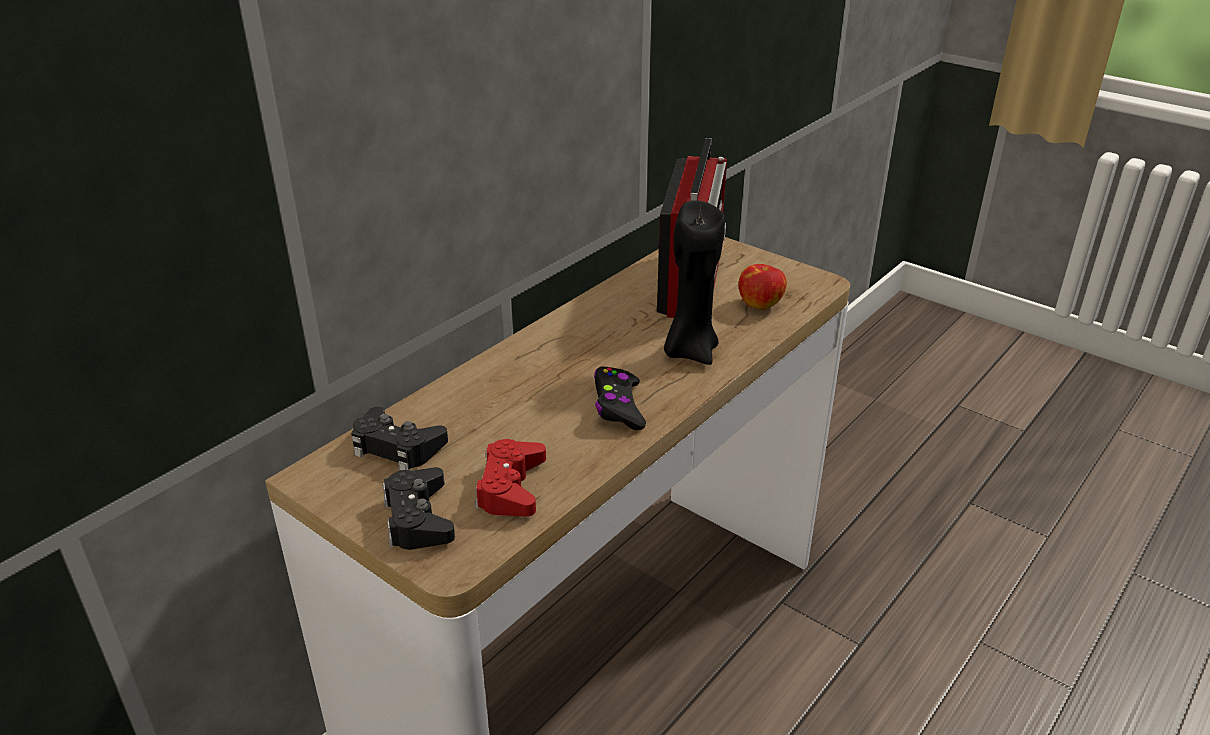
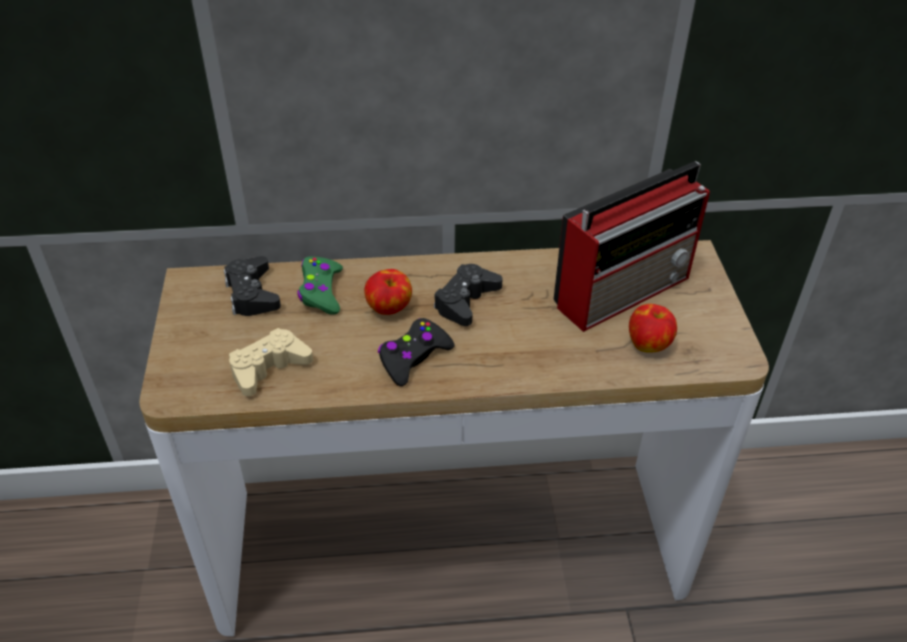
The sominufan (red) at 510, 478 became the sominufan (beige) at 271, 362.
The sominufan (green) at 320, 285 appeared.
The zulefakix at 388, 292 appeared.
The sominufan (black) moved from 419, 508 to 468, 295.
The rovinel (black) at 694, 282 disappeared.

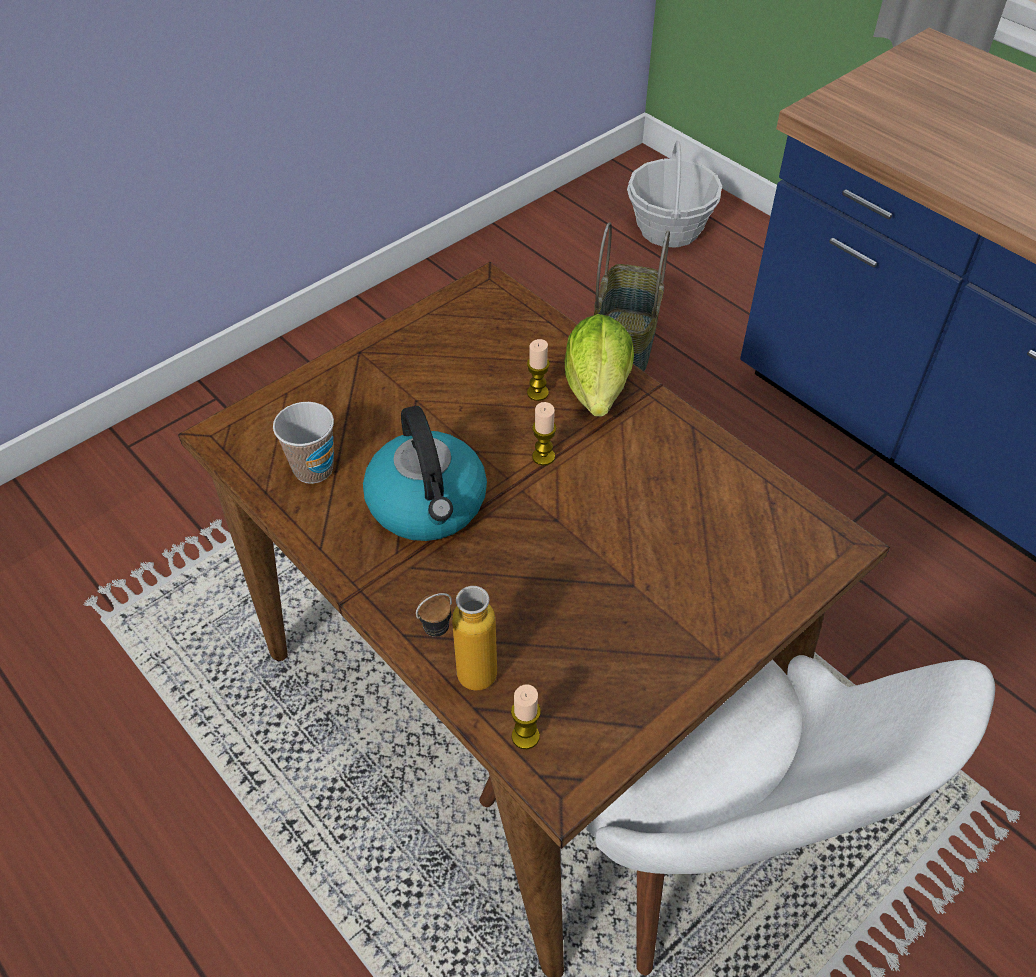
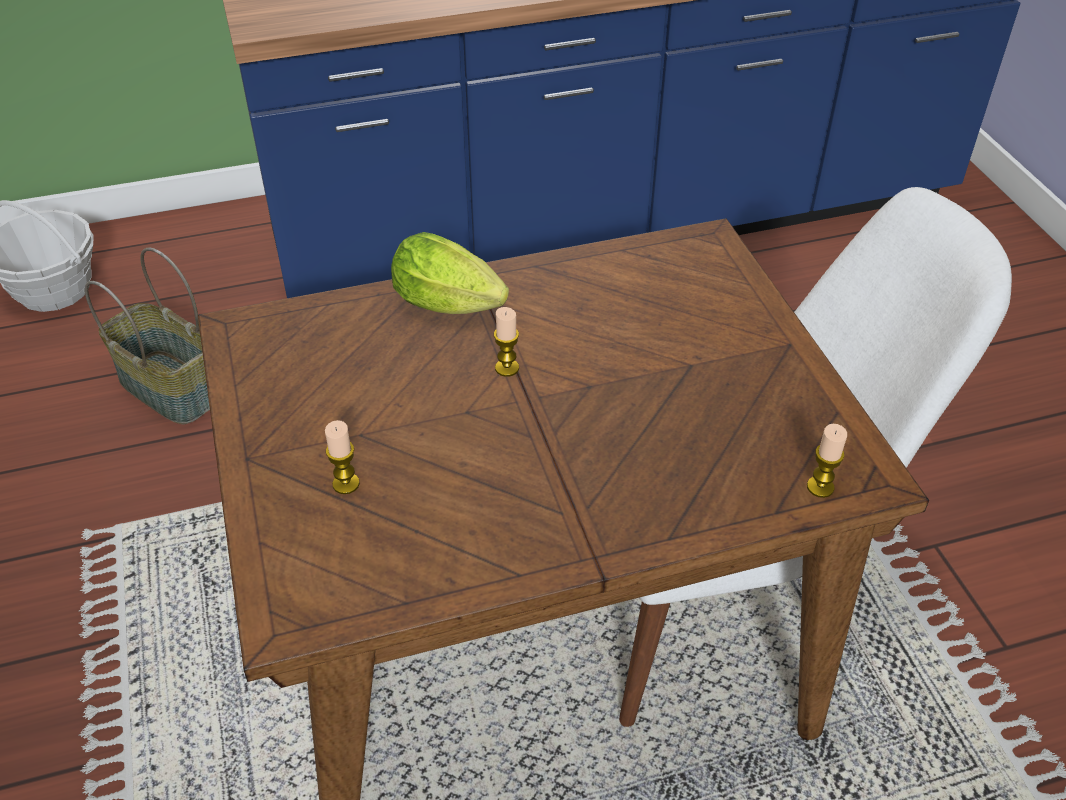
The rovinel moved from 538, 370 to 342, 457.
The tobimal at 303, 443 disappeared.
The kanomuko at 425, 473 disappeared.
The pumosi at 456, 638 disappeared.

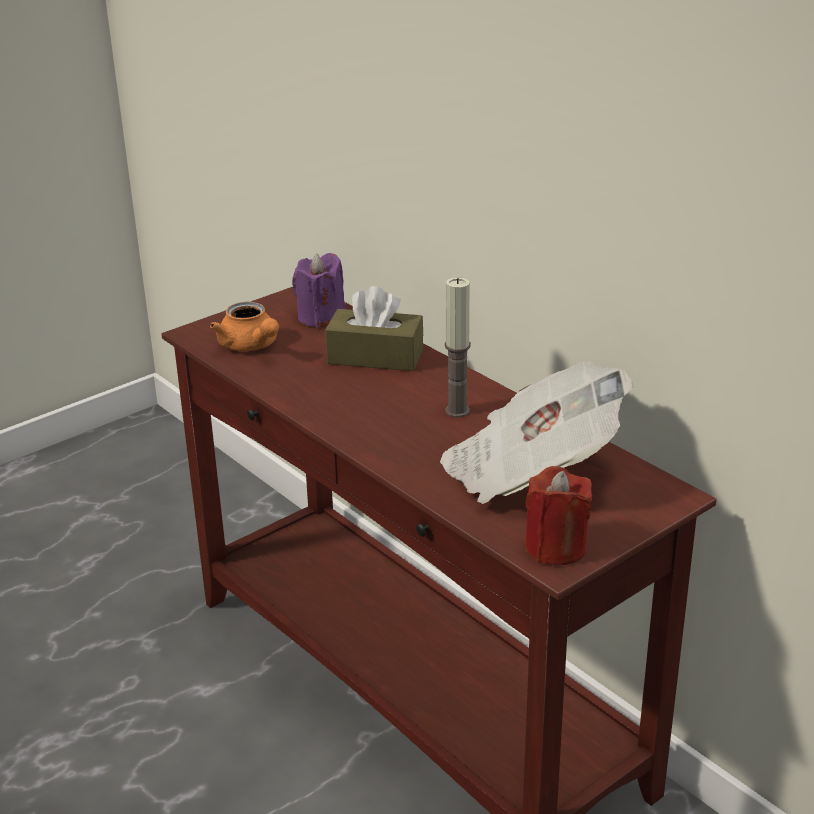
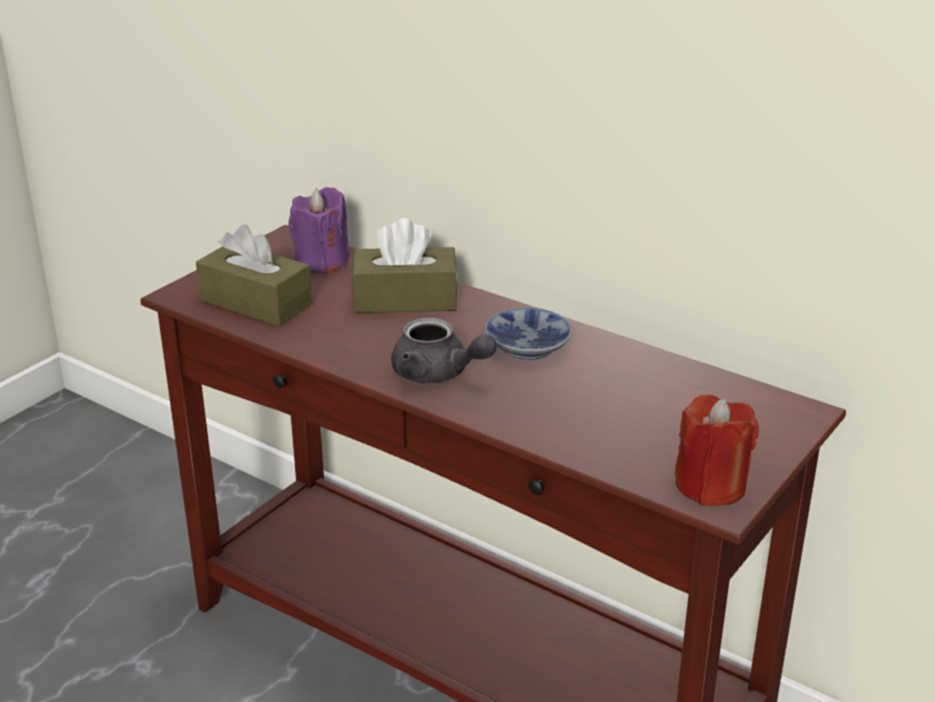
The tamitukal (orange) at 244, 326 was replaced by the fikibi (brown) at 254, 275.
The tamitukal (grey) at 444, 350 appeared.
The rovinel at 458, 347 was replaced by the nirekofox at 528, 333.
The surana at 536, 432 disappeared.

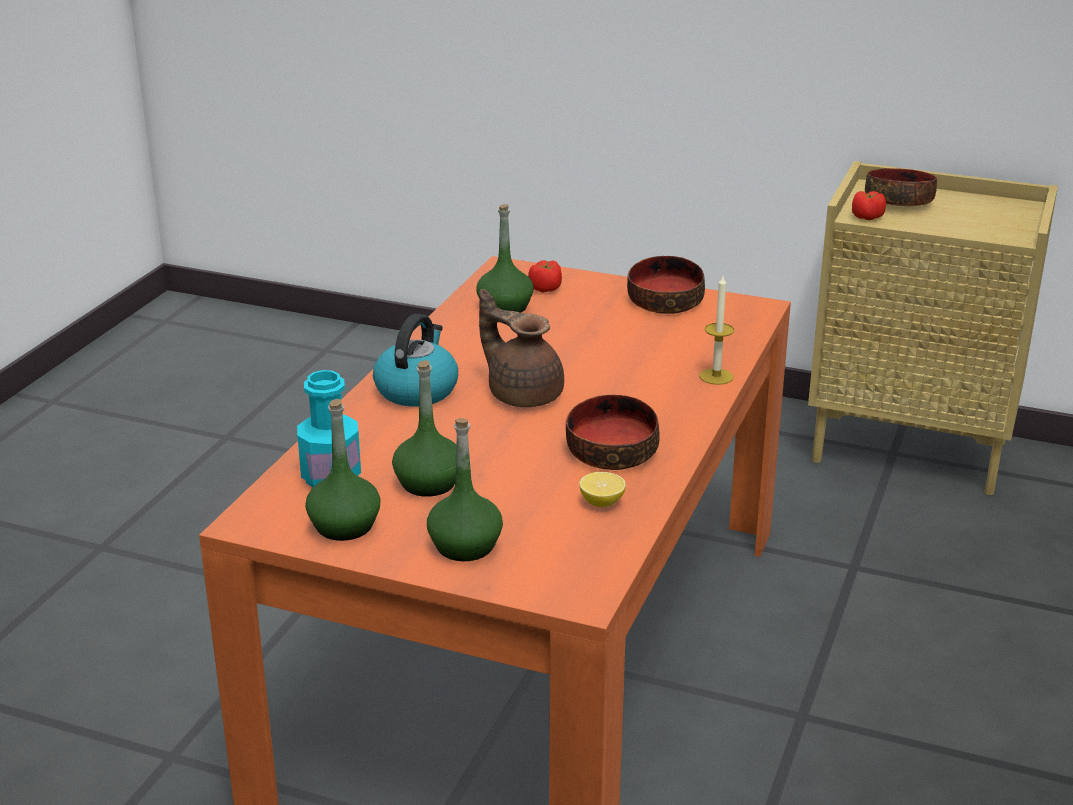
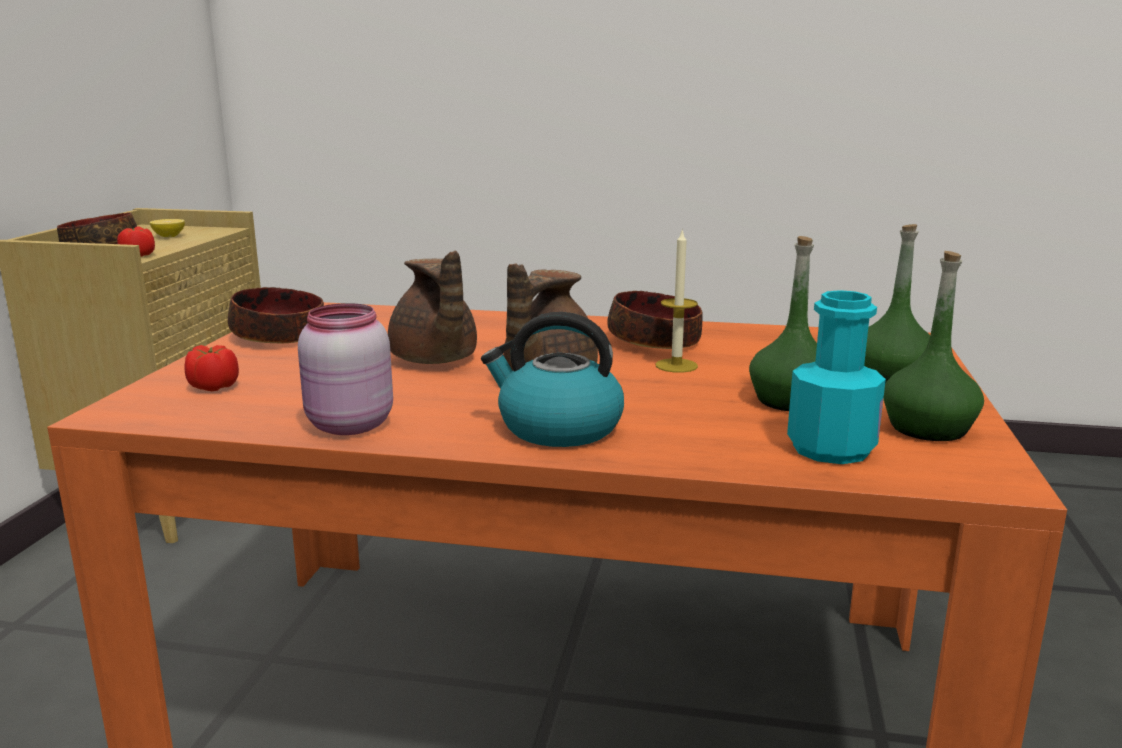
The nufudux moved from 602, 489 to 167, 228.
The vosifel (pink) at 345, 369 appeared.
The tamitukal (brown) at 432, 307 appeared.
The rovinel moved from 716, 330 to 676, 300.
The pumosi (green) at 504, 258 disappeared.

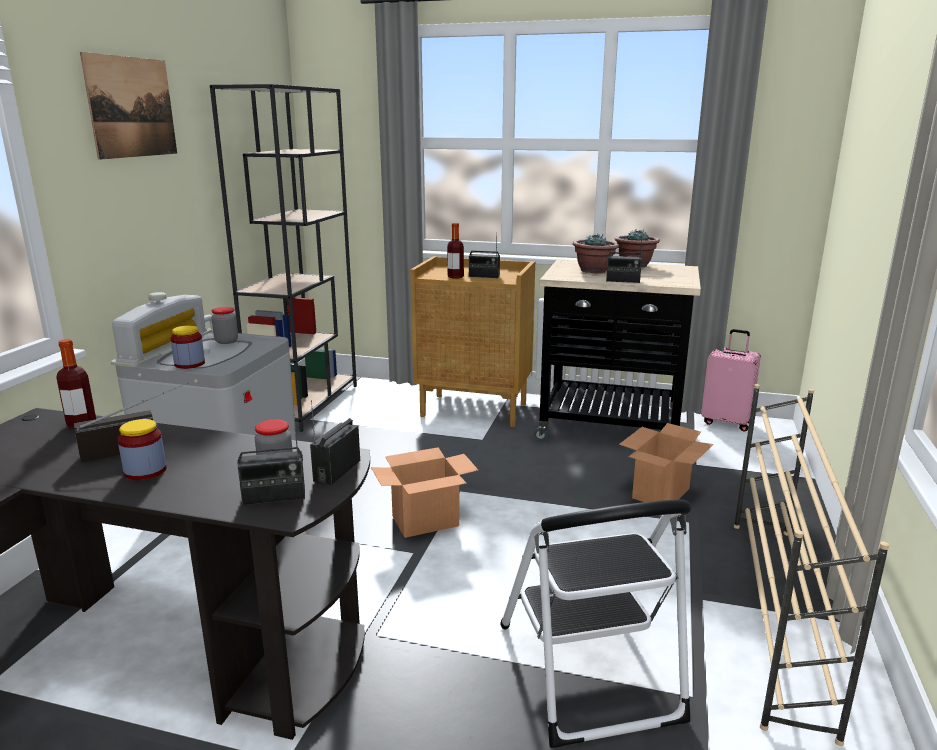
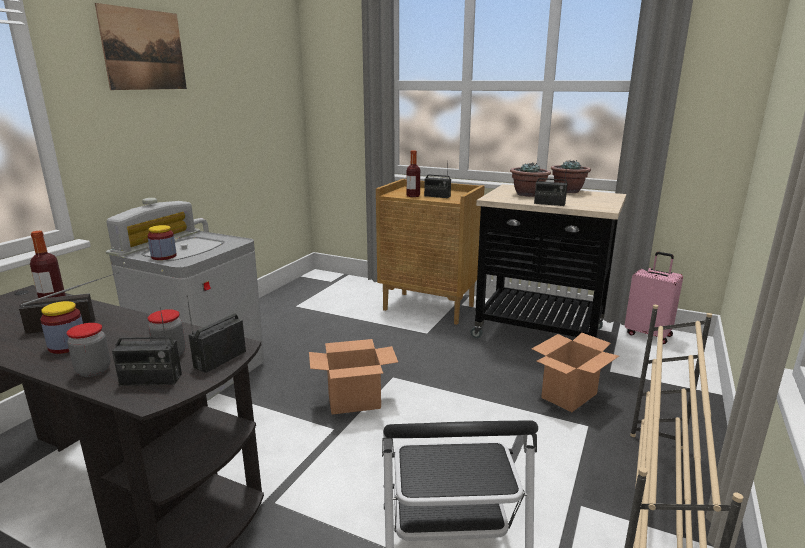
The vosifel moved from 225, 325 to 88, 350.
The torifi at 283, 258 disappeared.

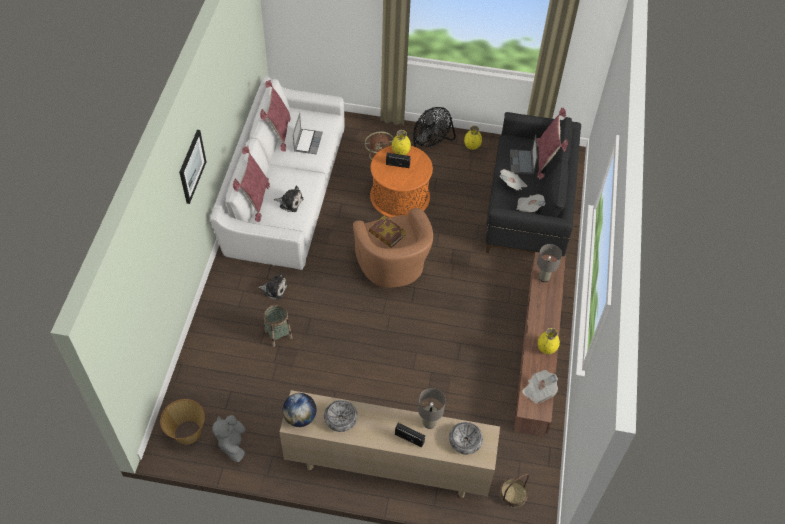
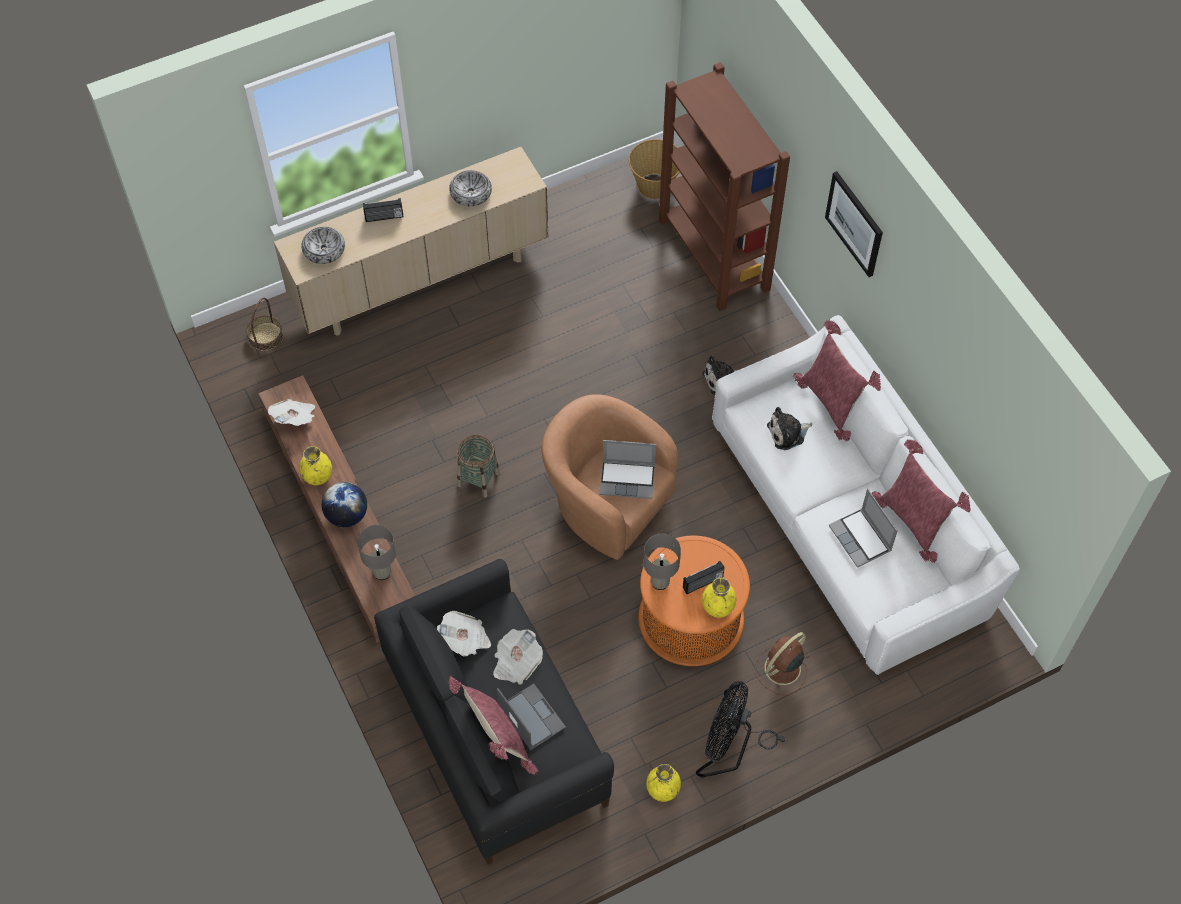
The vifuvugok moved from 299, 410 to 344, 504.
The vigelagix moved from 278, 326 to 478, 466.
The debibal at 387, 232 was replaced by the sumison at 628, 469.
The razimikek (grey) moved from 431, 408 to 662, 562.
The torifi (brown) at 724, 186 appeared.
The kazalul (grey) at 229, 438 disappeared.

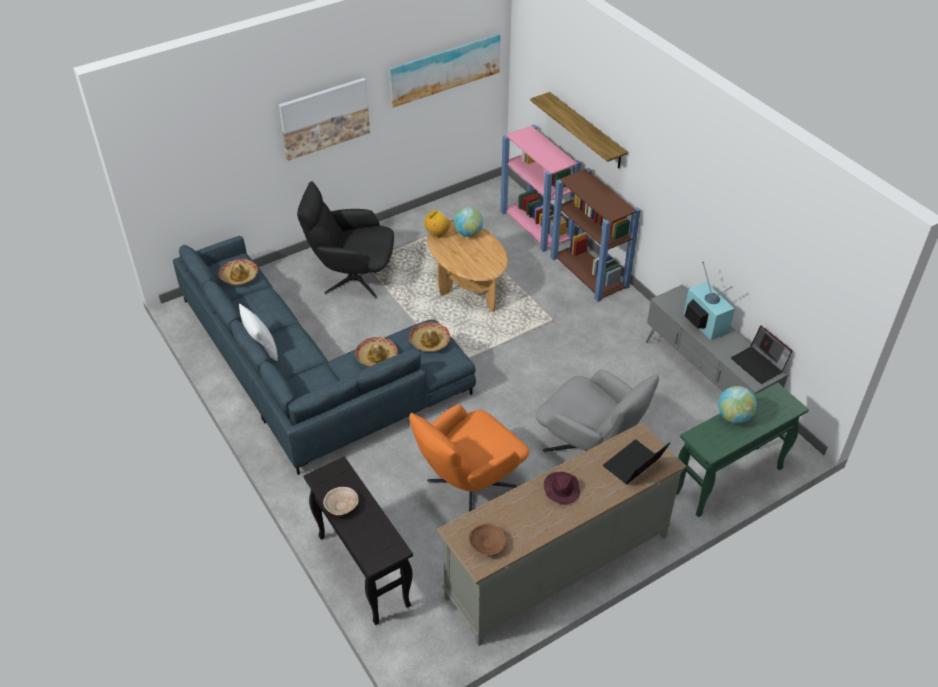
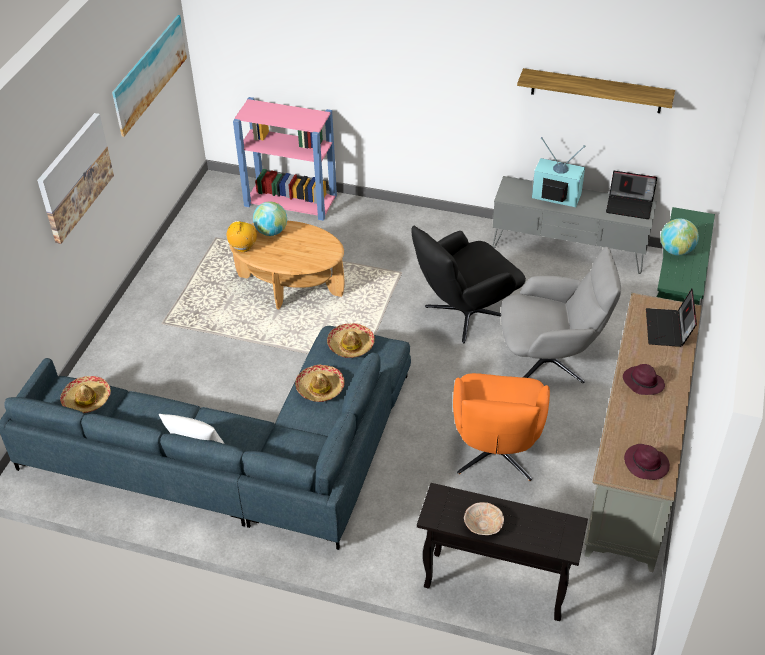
The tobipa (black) moved from 345, 239 to 468, 284.
The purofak moved from 579, 130 to 596, 90.
The nirekofox (brown) at 487, 539 was replaced by the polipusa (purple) at 647, 462.
The torifi (brown) at 595, 235 disappeared.

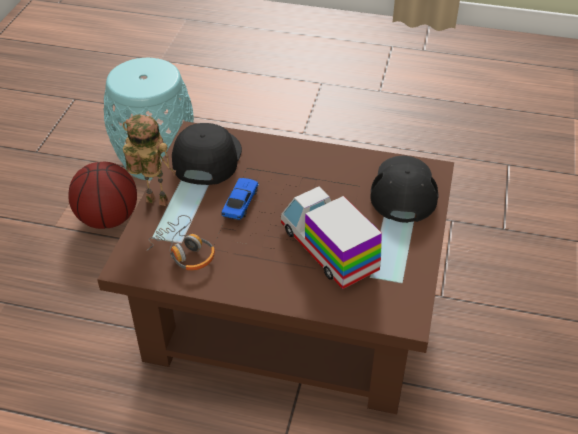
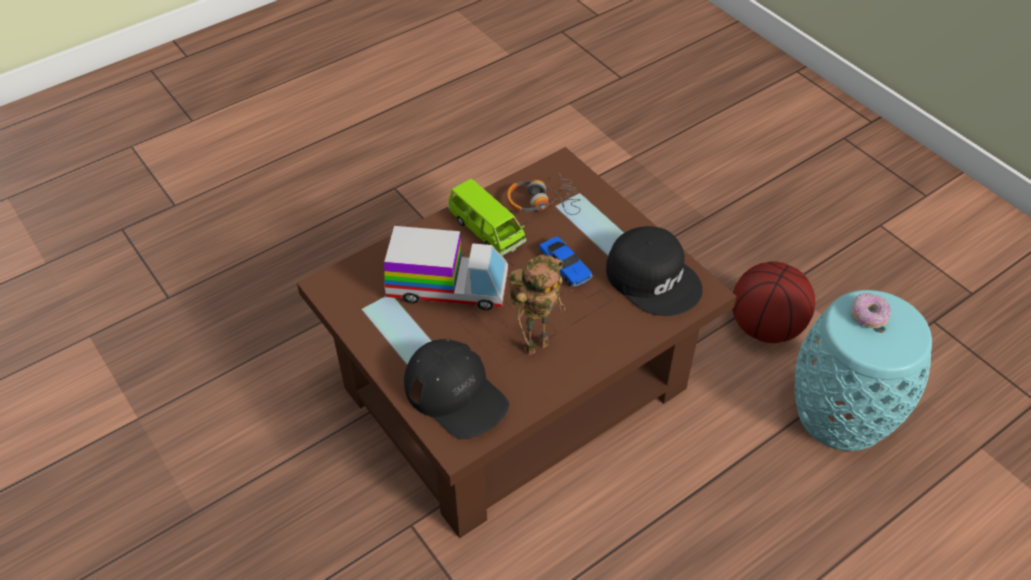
The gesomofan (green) at 487, 217 appeared.
The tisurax moved from 149, 160 to 537, 305.
The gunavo at 871, 310 appeared.

